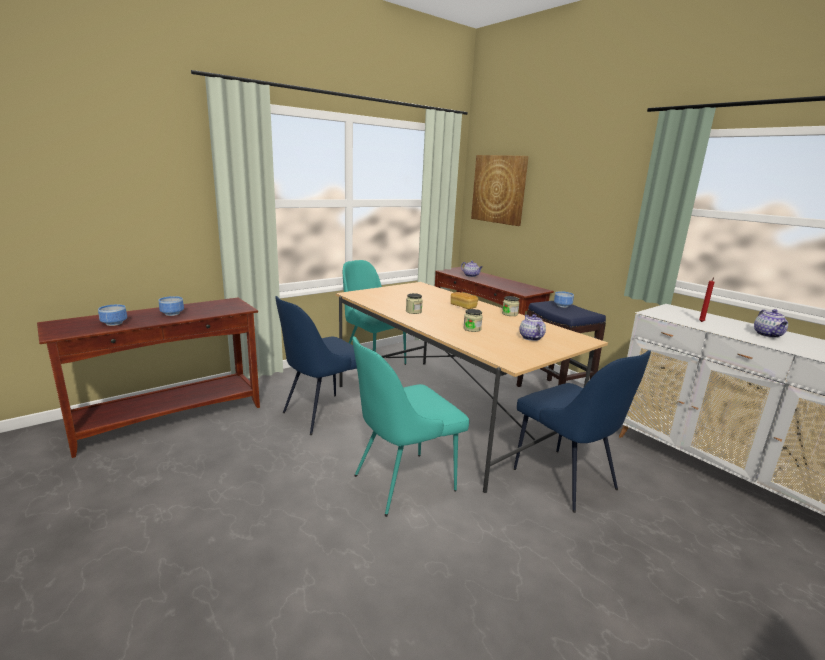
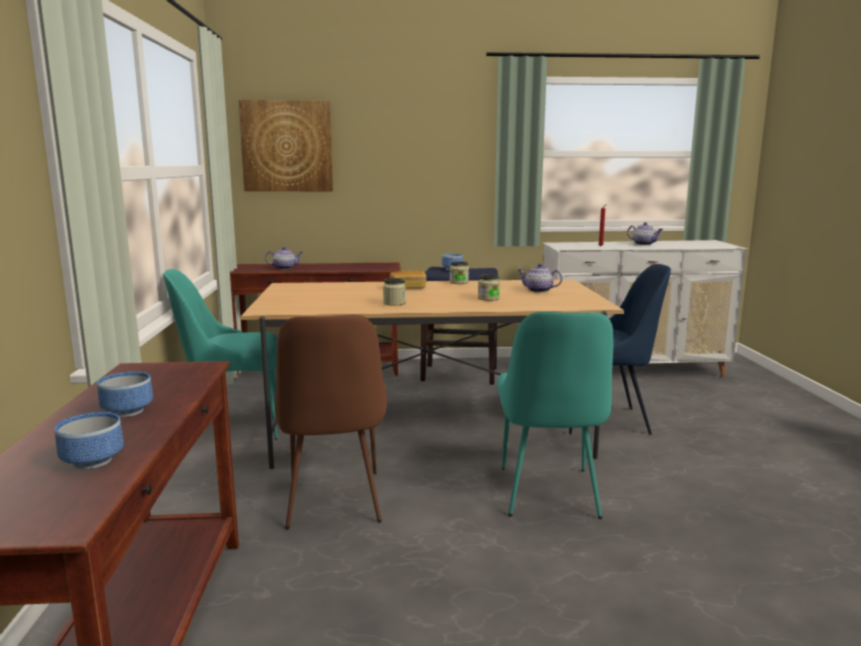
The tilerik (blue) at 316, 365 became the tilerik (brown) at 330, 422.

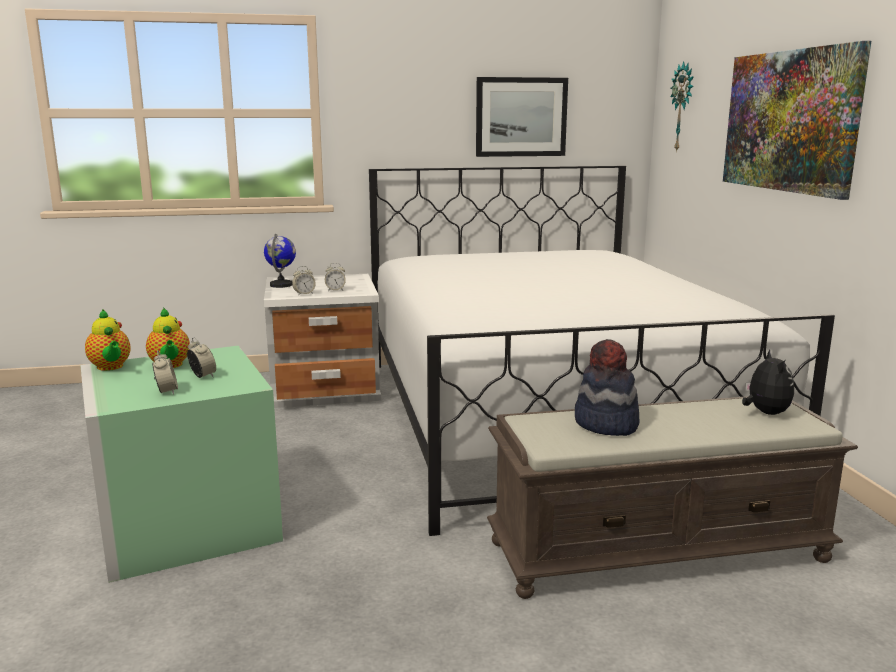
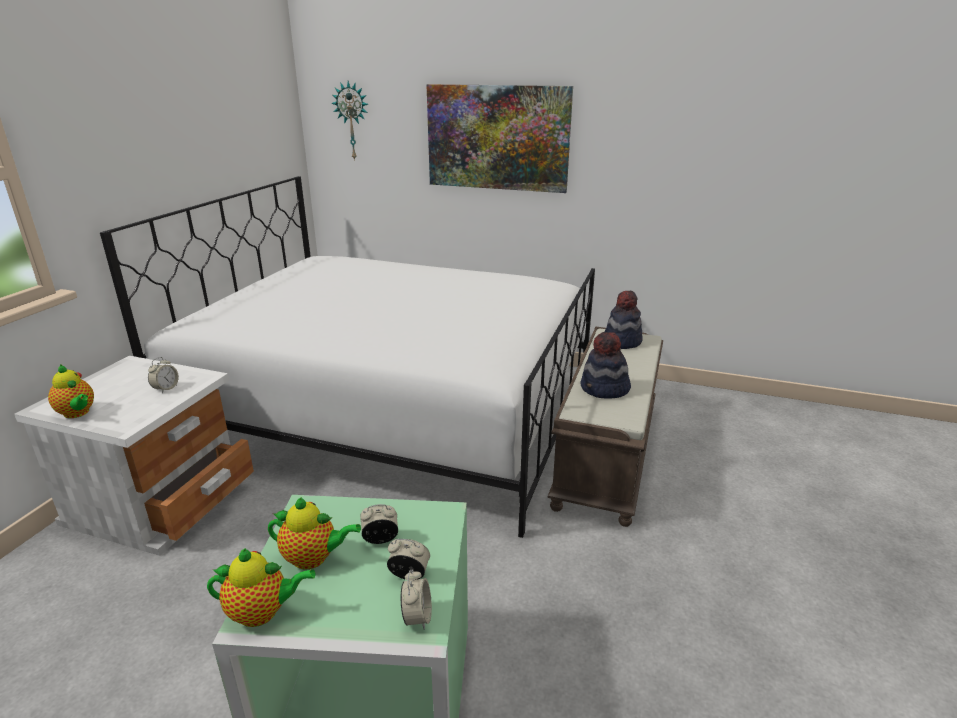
The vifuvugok at 280, 260 was replaced by the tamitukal at 71, 391.
The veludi moved from 304, 281 to 416, 599.
The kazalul at 768, 382 was replaced by the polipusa at 623, 319.
The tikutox at 522, 117 disappeared.

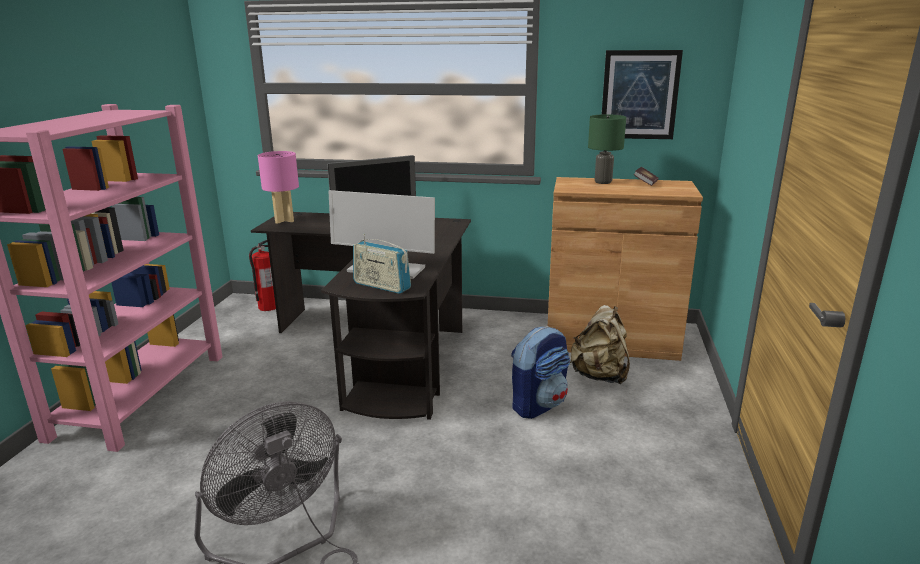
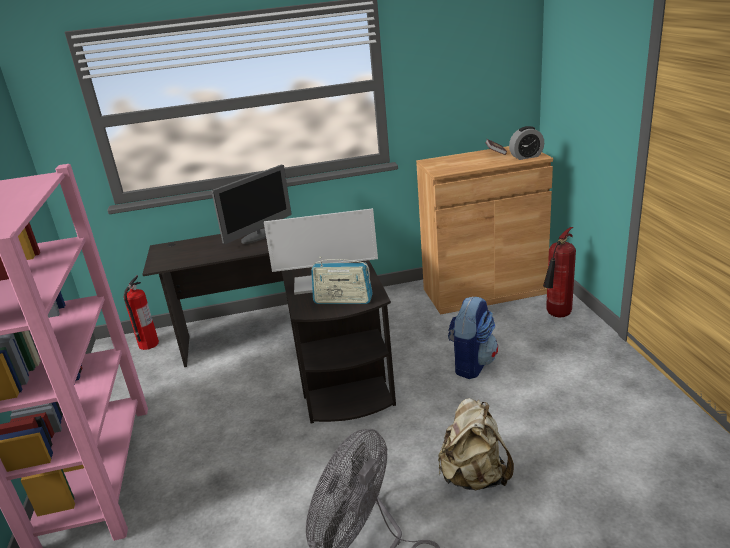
The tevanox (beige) moved from 600, 344 to 476, 444.
The veludi at 526, 143 appeared.
The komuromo at 559, 272 appeared.
The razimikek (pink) at 278, 187 disappeared.
The razimikek (green) at 607, 149 disappeared.
The tikutox at 642, 94 disappeared.

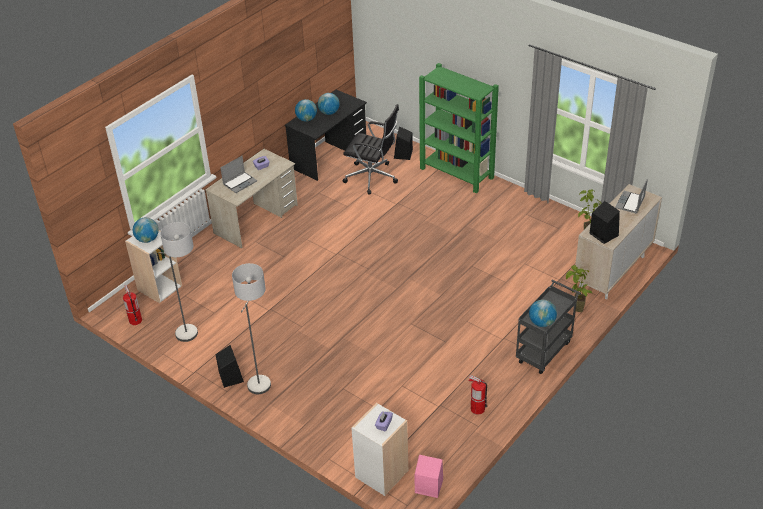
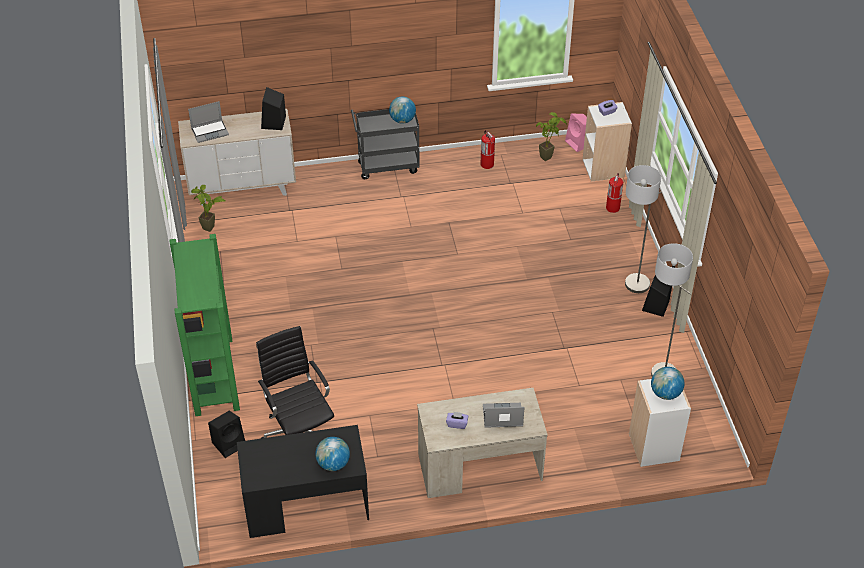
The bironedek moved from 579, 288 to 551, 136.
The komuromo moved from 132, 305 to 614, 193.
The vifuvugok at 329, 104 disappeared.

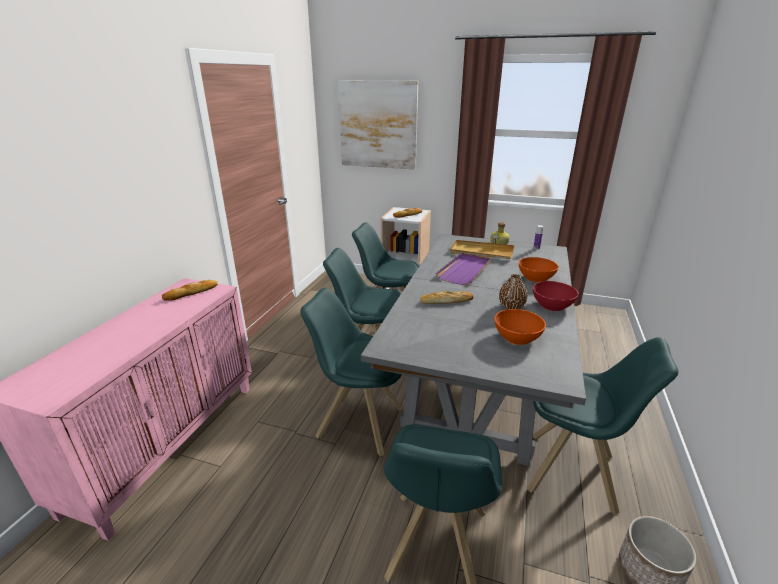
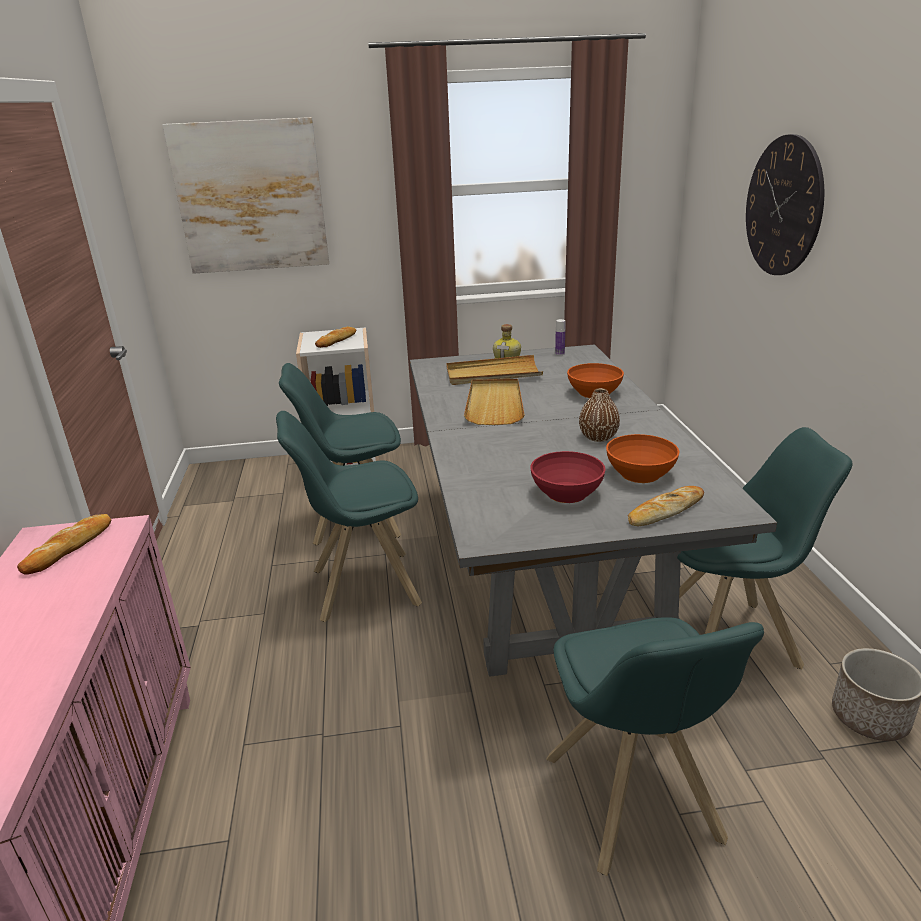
The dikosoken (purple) at 463, 269 became the dikosoken (beige) at 494, 402.
The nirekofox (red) moved from 556, 296 to 568, 477.
The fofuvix moved from 446, 297 to 666, 506.
The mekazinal at 785, 204 appeared.
The tilerik (turquoise) at 352, 372 disappeared.

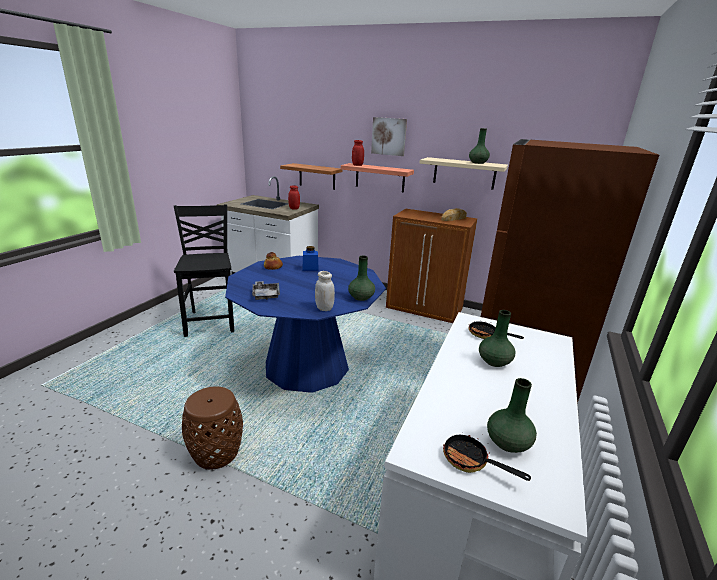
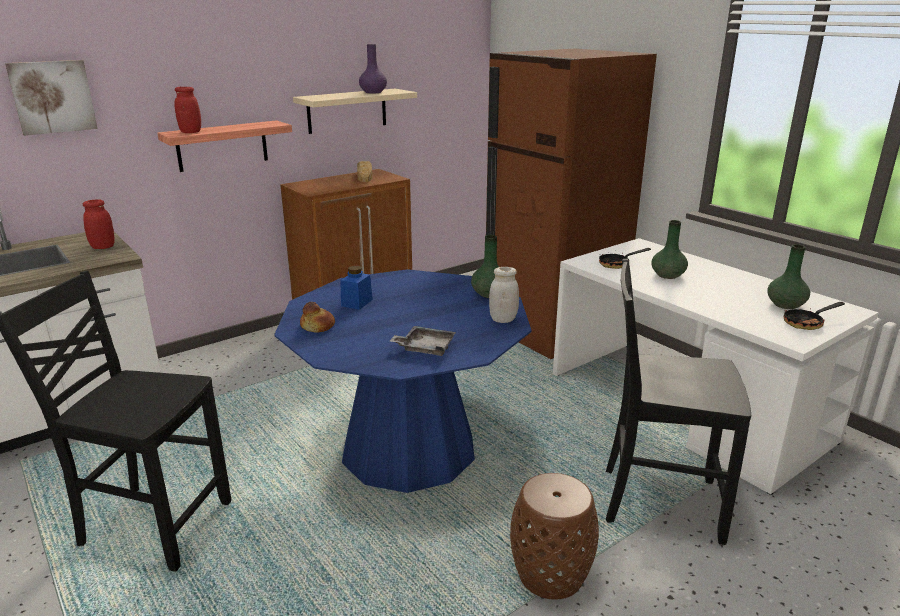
The tikutox moved from 389, 136 to 51, 98.
The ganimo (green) at 479, 146 became the ganimo (purple) at 373, 68.
The tilerik (black) at 678, 402 appeared.
The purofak at 311, 176 disappeared.

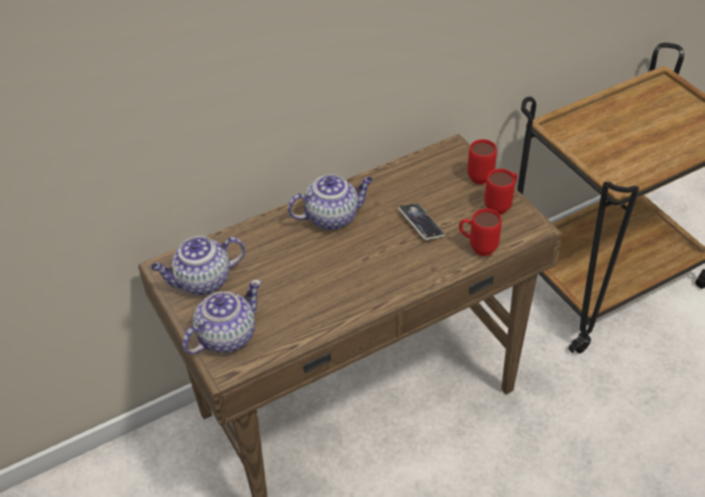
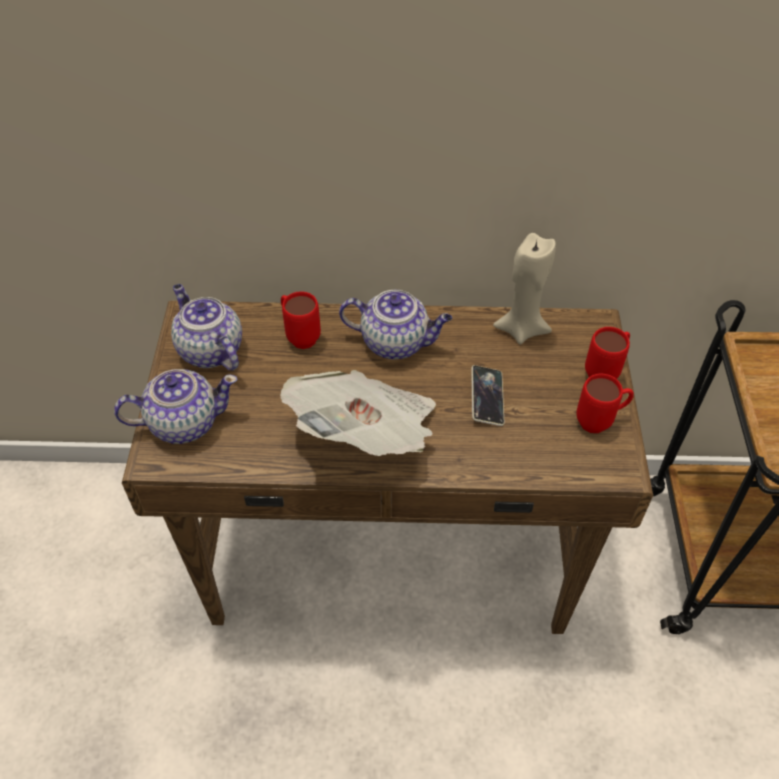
The tamitukal at 198, 265 turned 45 degrees clockwise.
The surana at 358, 413 appeared.
The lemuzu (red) moved from 480, 232 to 301, 320.
The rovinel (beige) at 524, 289 appeared.

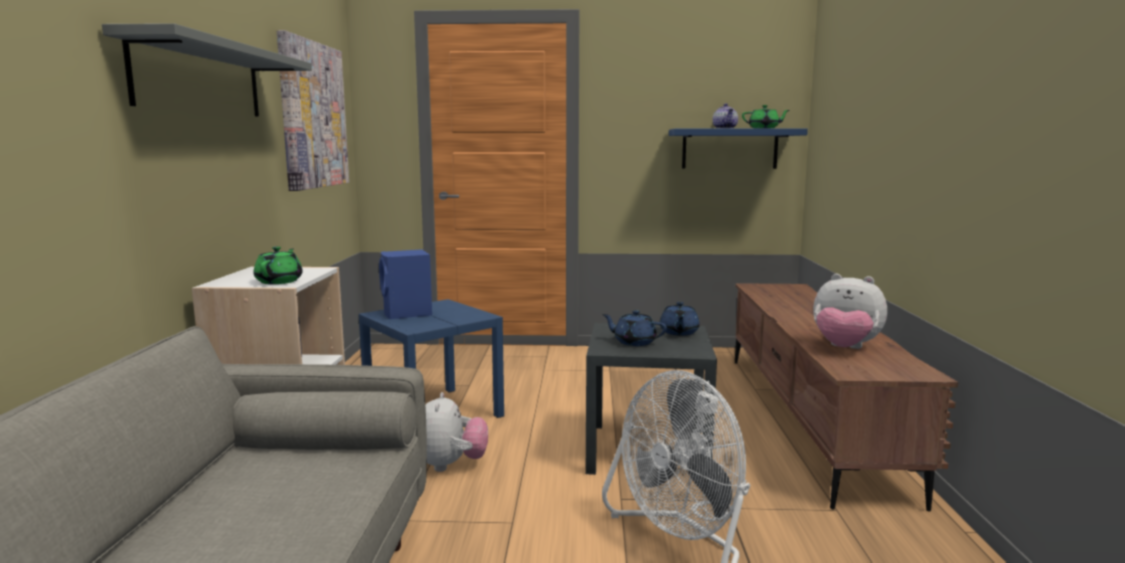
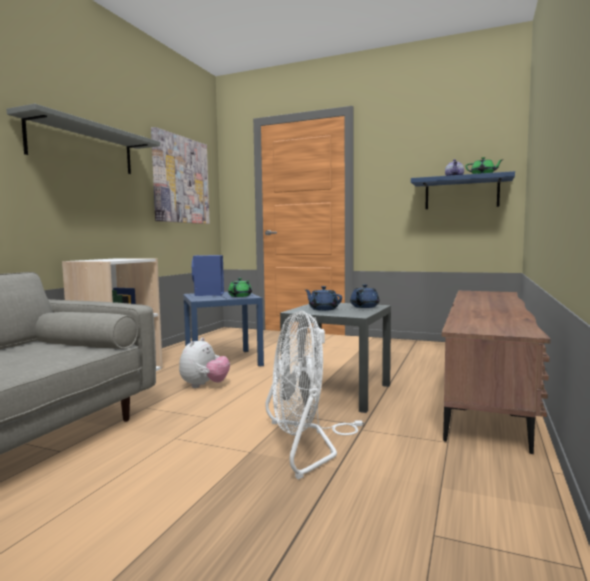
The tamitukal (green) moved from 278, 265 to 240, 287.
The kazalul at 850, 311 disappeared.

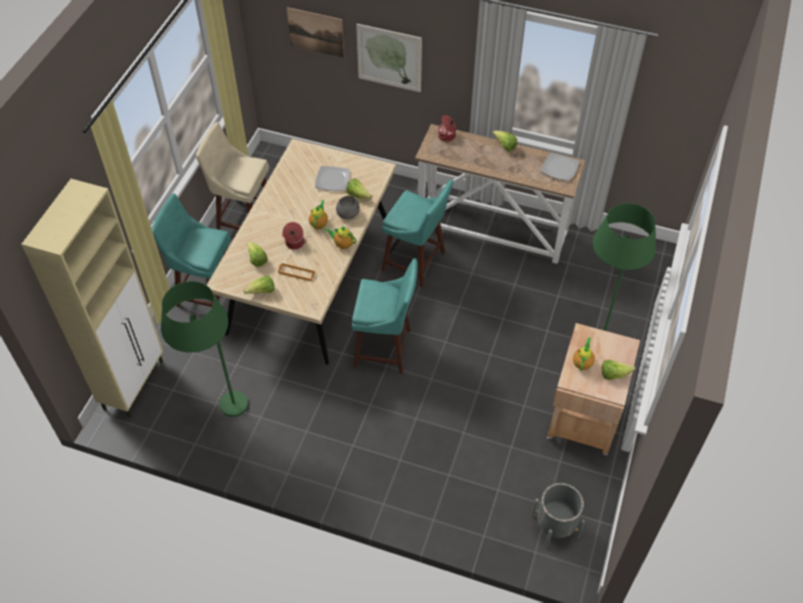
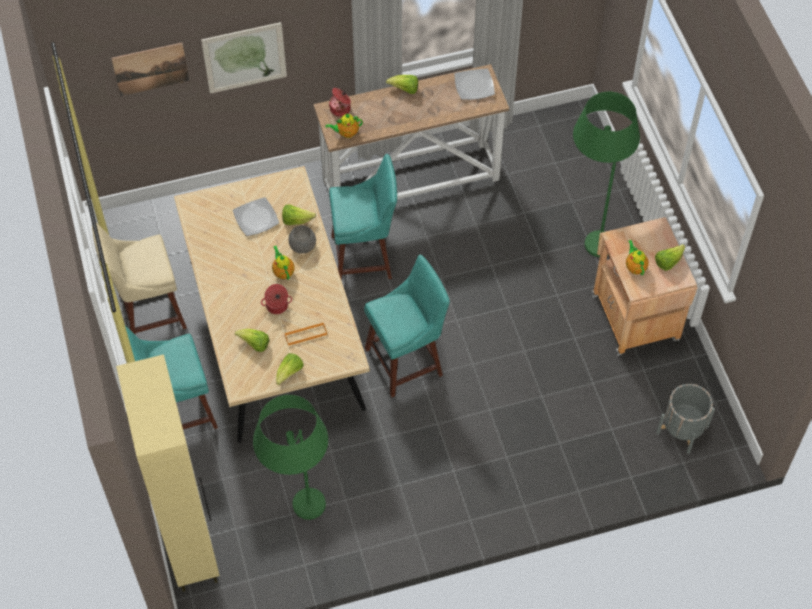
The tamitukal moved from 341, 237 to 344, 126.

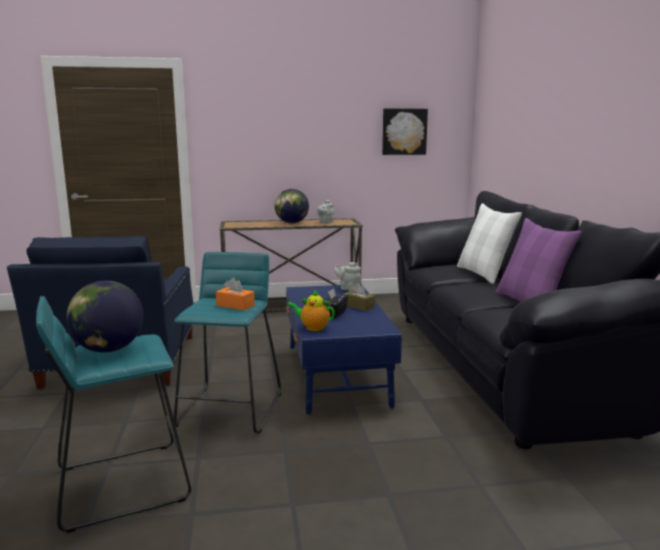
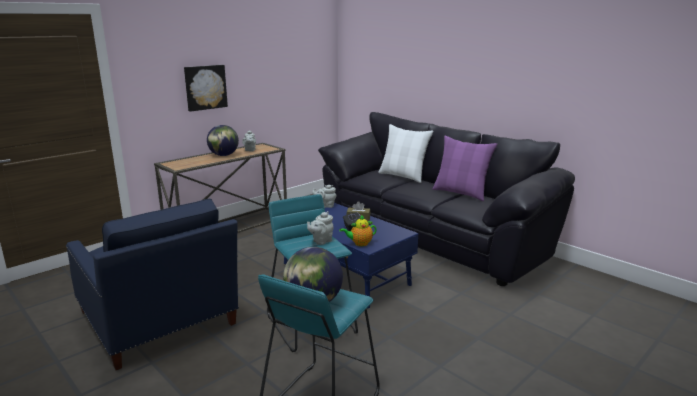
The tikutox moved from 405, 131 to 206, 88.
The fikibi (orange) at 235, 294 was replaced by the tamitukal (grey) at 320, 228.

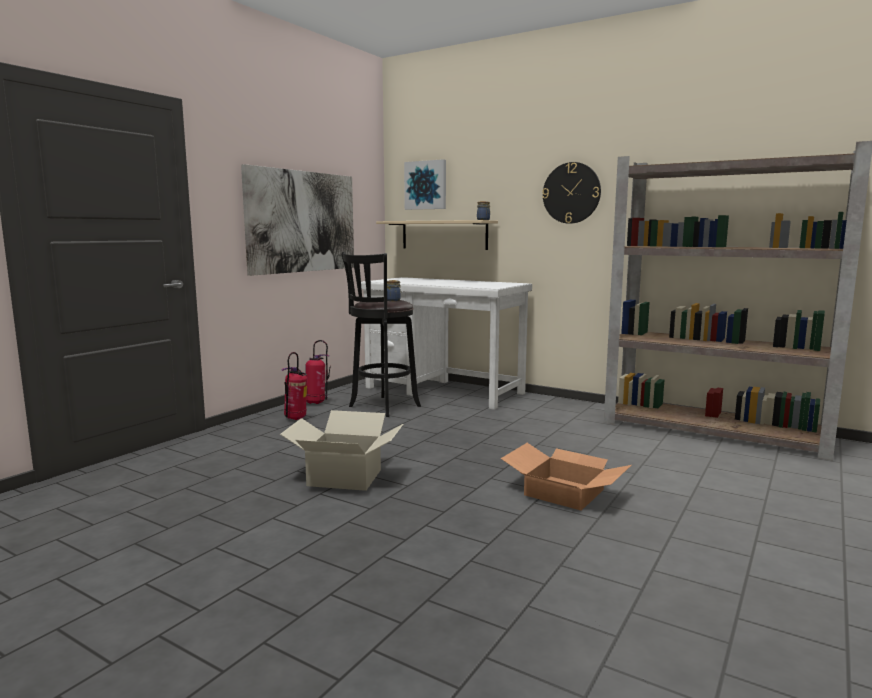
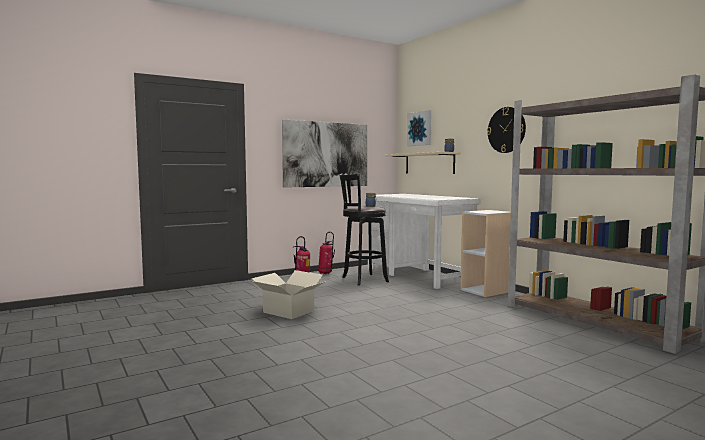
The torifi at 485, 253 appeared.
The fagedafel at 566, 477 disappeared.

